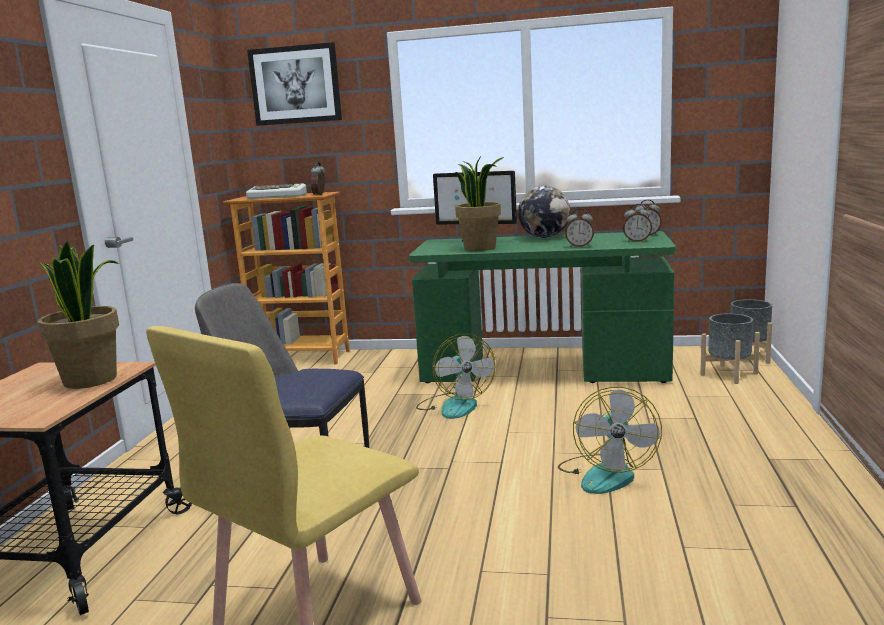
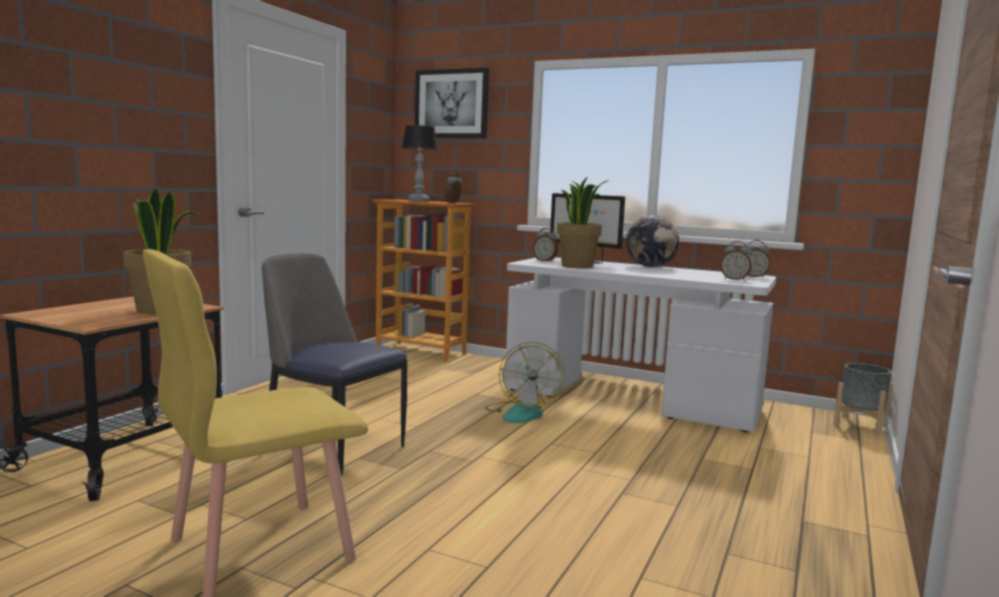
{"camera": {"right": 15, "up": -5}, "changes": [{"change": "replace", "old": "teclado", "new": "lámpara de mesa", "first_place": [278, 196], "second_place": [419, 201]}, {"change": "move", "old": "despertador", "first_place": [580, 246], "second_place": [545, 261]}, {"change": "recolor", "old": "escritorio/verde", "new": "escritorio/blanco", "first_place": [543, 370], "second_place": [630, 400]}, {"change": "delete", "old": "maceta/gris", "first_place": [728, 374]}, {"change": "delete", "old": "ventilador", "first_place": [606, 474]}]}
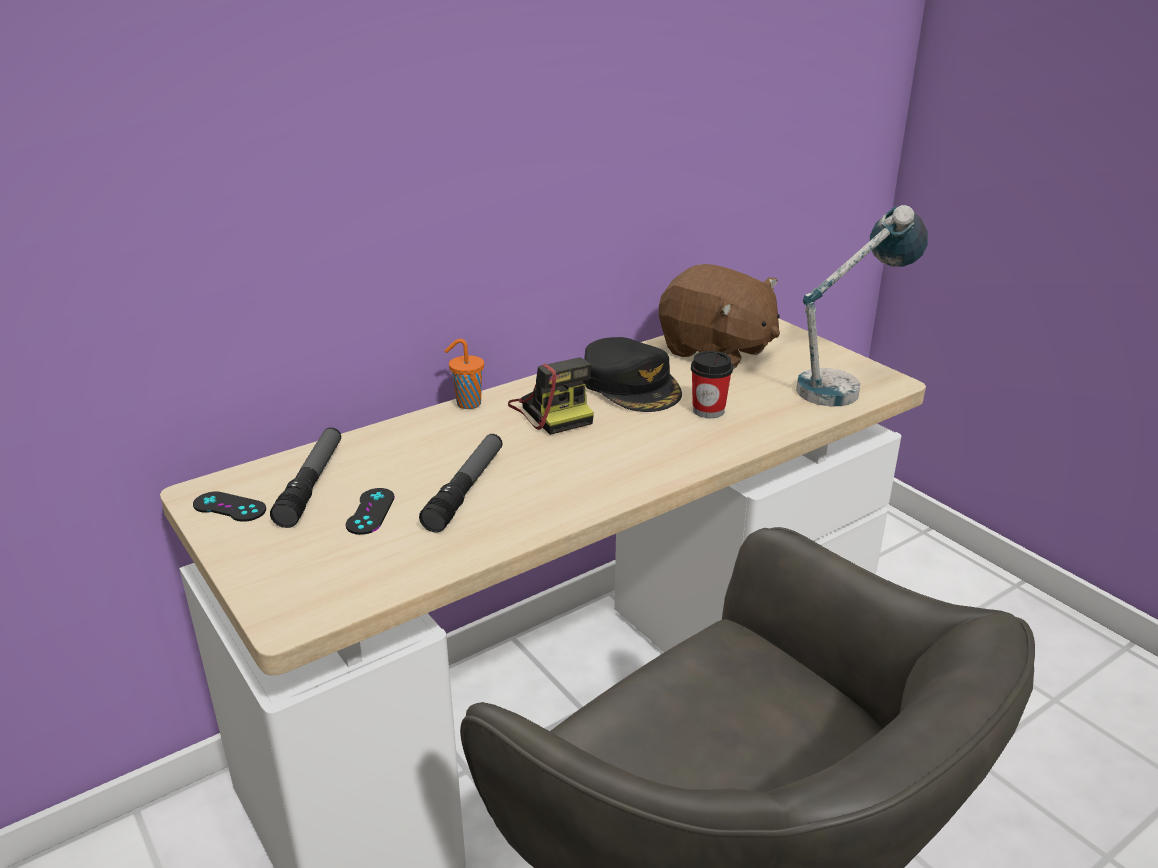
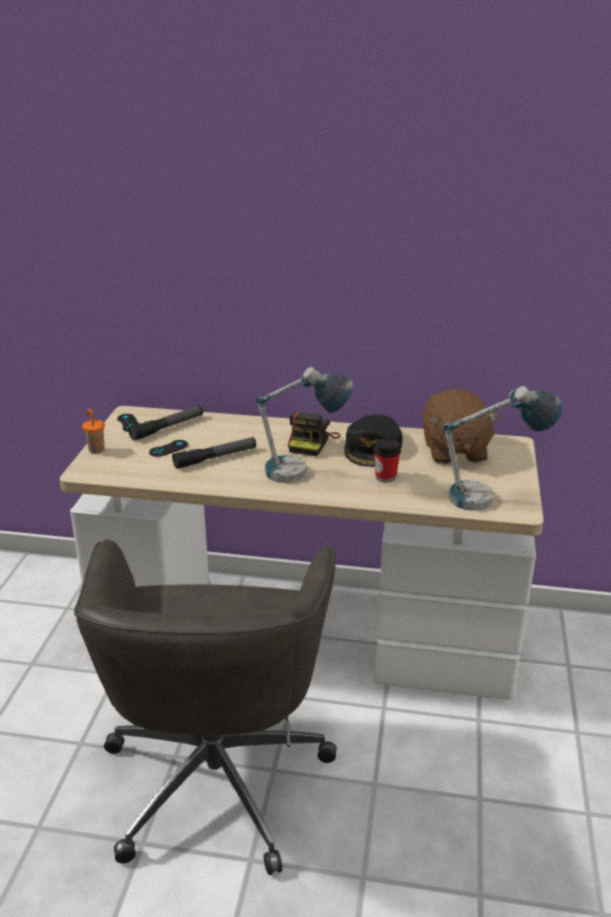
{"camera": {"right": 45, "up": 0}, "changes": [{"change": "move", "old": "taza/naranja", "first_place": [467, 404], "second_place": [96, 449]}, {"change": "insert", "new": "lámpara de mesa", "second_place": [302, 476]}]}
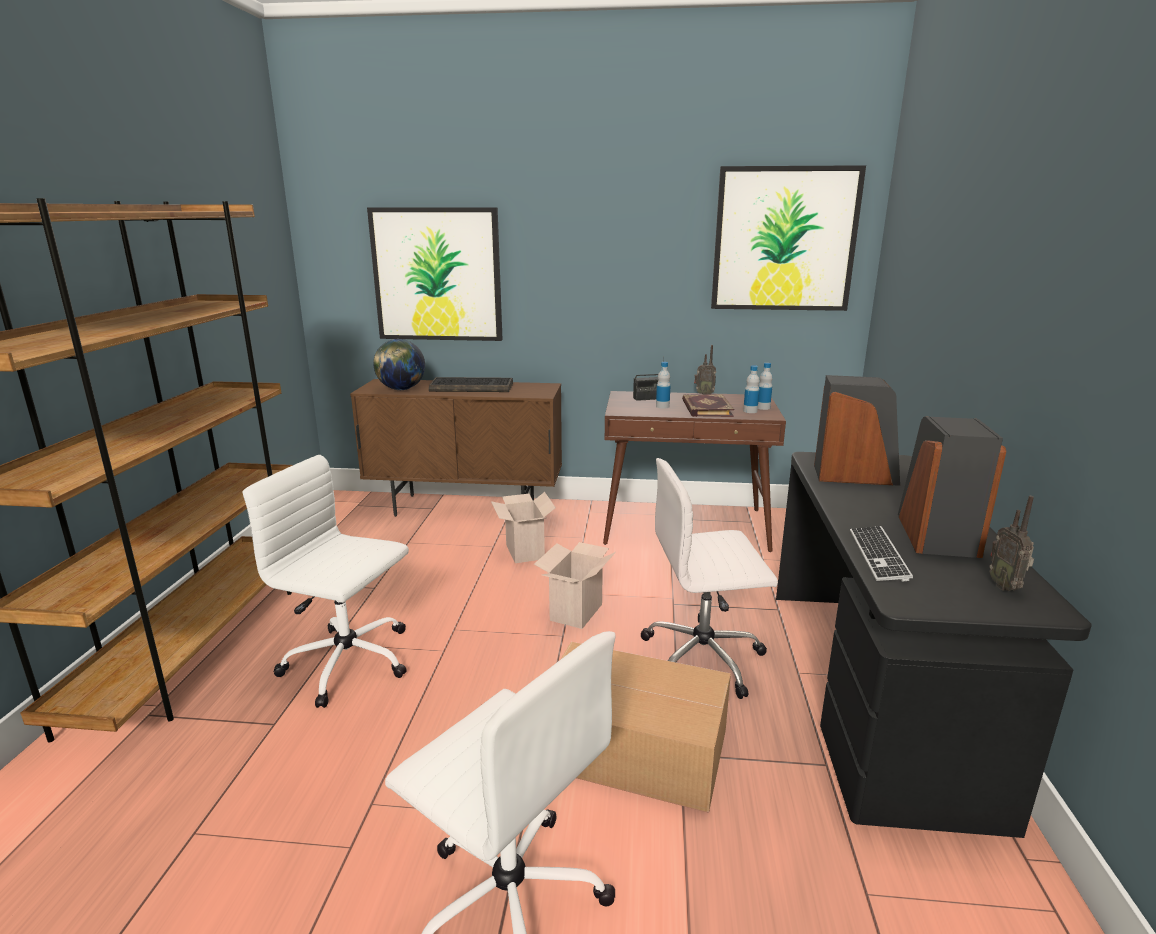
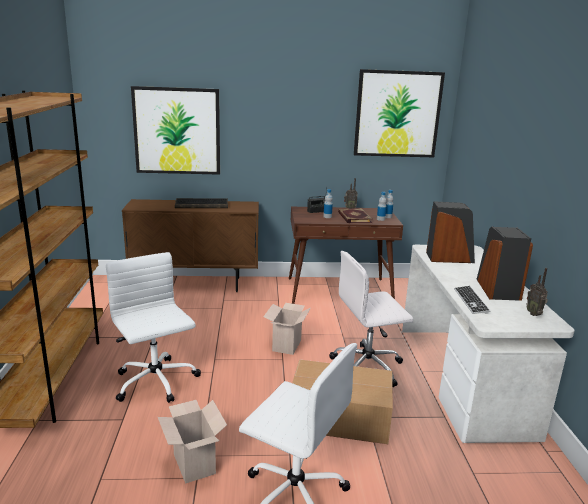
{"camera": {"right": -10, "up": 0}, "changes": [{"change": "delete", "old": "globo terráqueo", "first_place": [401, 389]}, {"change": "recolor", "old": "escritorio/negro", "new": "escritorio/blanco", "first_place": [873, 688], "second_place": [463, 377]}, {"change": "rotate", "old": "silla de oficina/blanco", "first_place": [350, 663], "second_place": [156, 382], "degrees": 45}, {"change": "move", "old": "caja de cartón", "first_place": [523, 551], "second_place": [192, 463]}]}
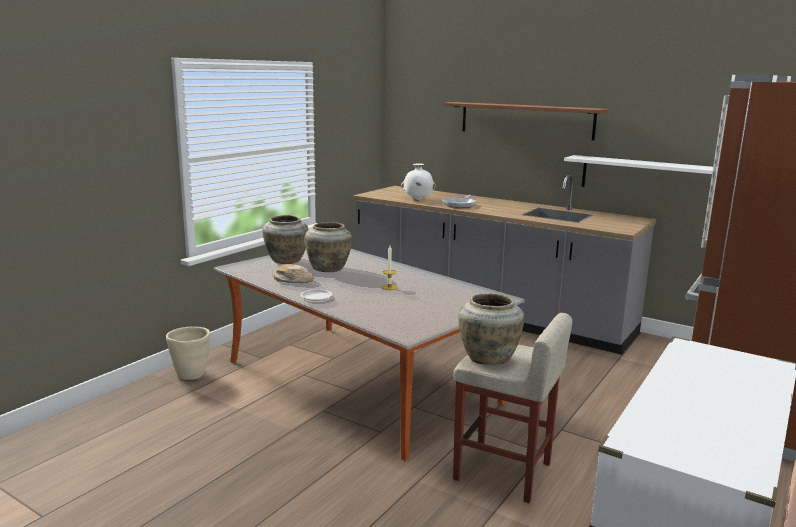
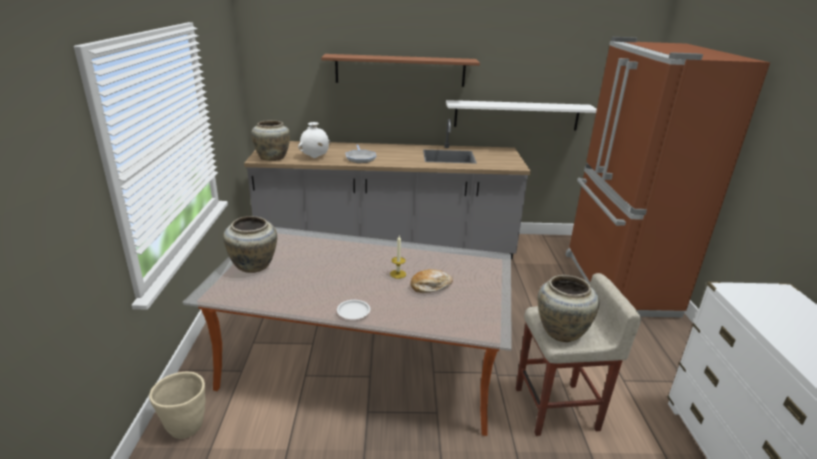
{"camera": {"right": -35, "up": 10}, "changes": [{"change": "move", "old": "florero/beis", "first_place": [329, 269], "second_place": [273, 158]}, {"change": "move", "old": "pan", "first_place": [293, 280], "second_place": [430, 286]}]}
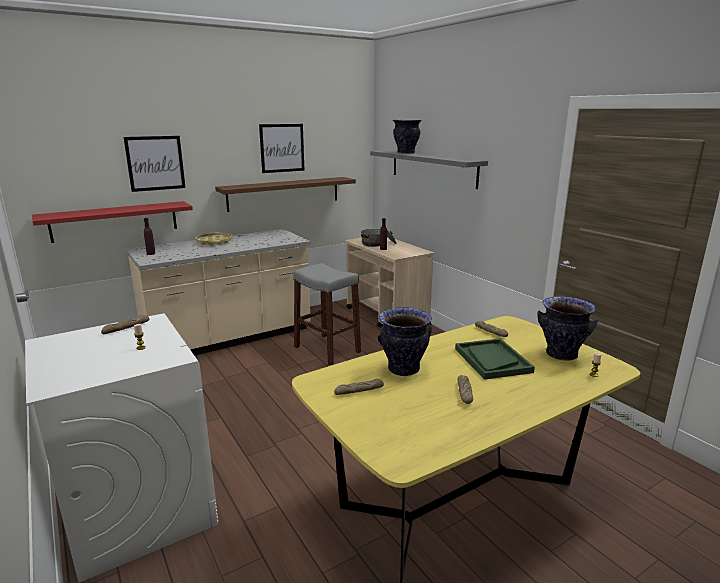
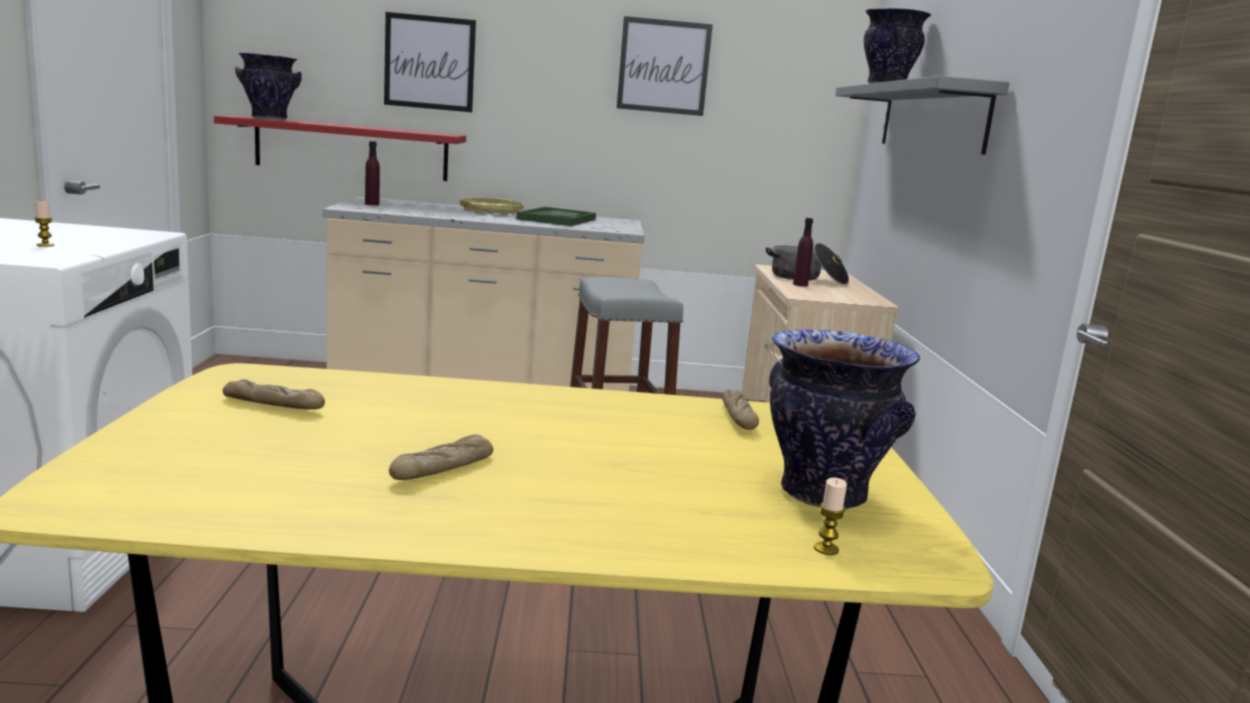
{"camera": {"right": 30, "up": -5}, "changes": [{"change": "delete", "old": "estante/marrón", "first_place": [284, 193]}, {"change": "move", "old": "florero", "first_place": [403, 369], "second_place": [269, 118]}, {"change": "delete", "old": "pan", "first_place": [126, 328]}, {"change": "move", "old": "bandeja/verde", "first_place": [492, 360], "second_place": [557, 219]}]}
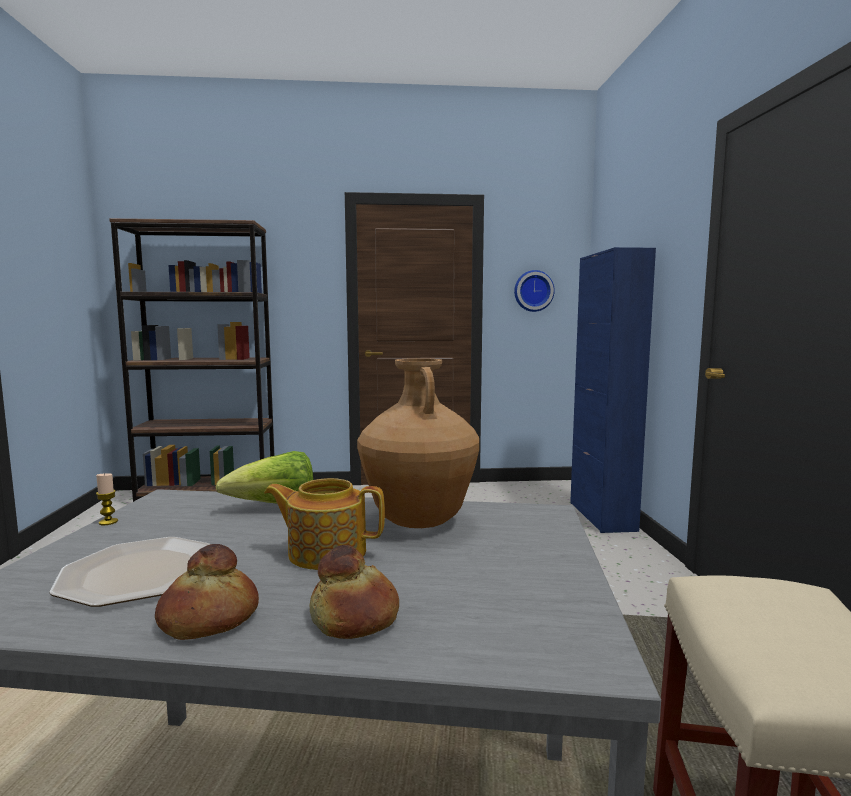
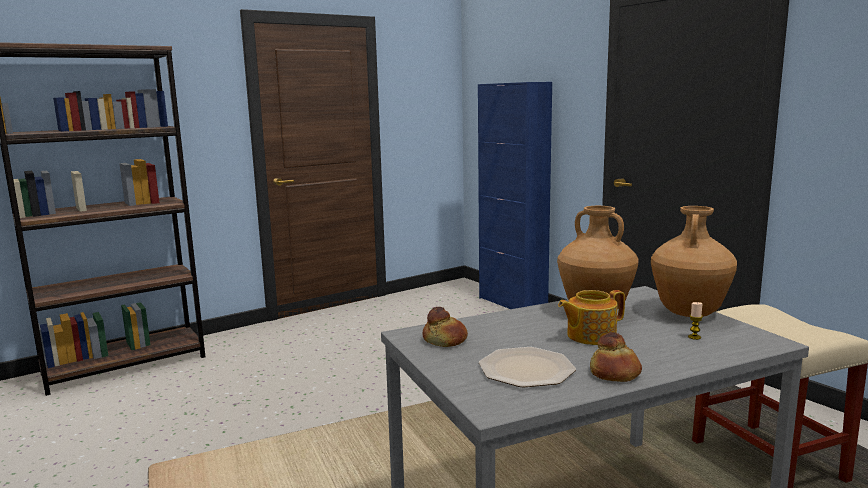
{"camera": {"right": -30, "up": 5}, "changes": [{"change": "delete", "old": "reloj de pared", "first_place": [533, 291]}, {"change": "delete", "old": "lechuga", "first_place": [275, 507]}, {"change": "move", "old": "vela", "first_place": [108, 522], "second_place": [694, 337]}, {"change": "move", "old": "pan", "first_place": [356, 616], "second_place": [445, 340]}, {"change": "insert", "new": "florero/marrón", "second_place": [689, 314]}]}
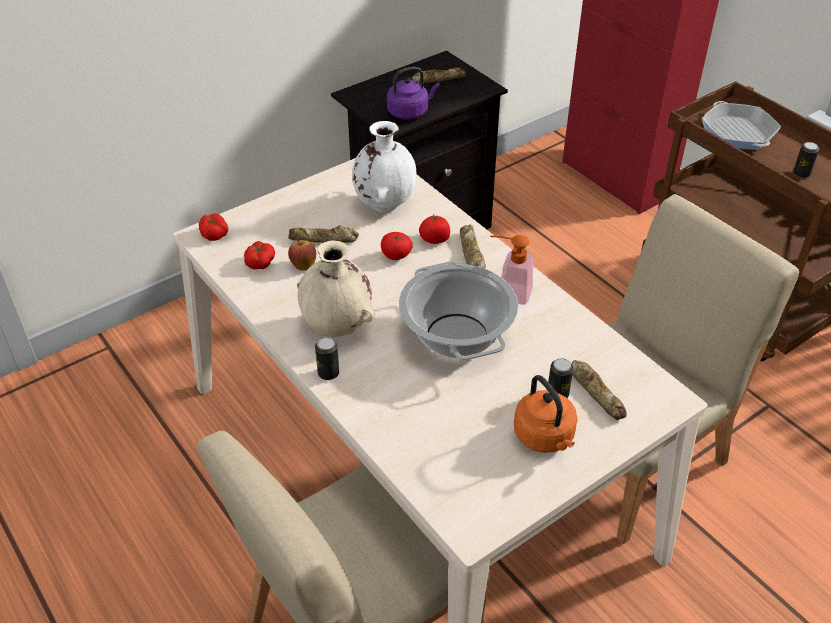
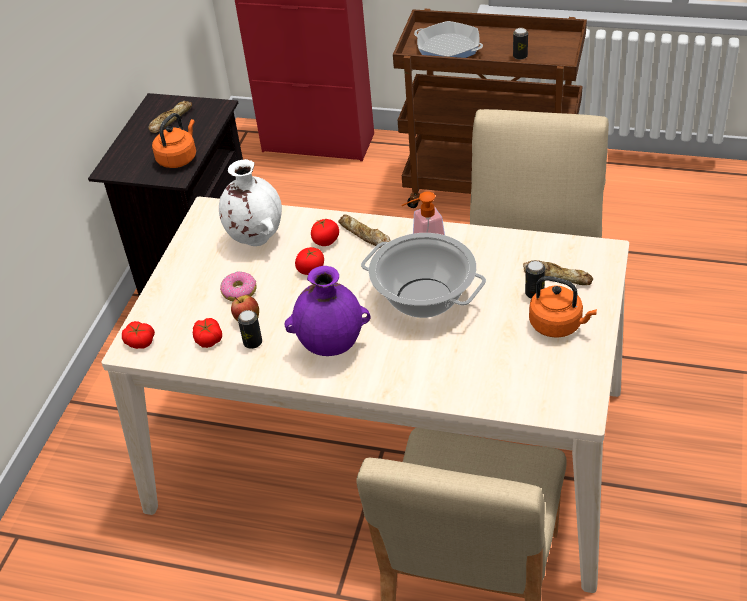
{"camera": {"right": -35, "up": 0}, "changes": [{"change": "recolor", "old": "hervidor/morado", "new": "hervidor/naranja", "first_place": [410, 112], "second_place": [178, 158]}, {"change": "replace", "old": "pan", "new": "rosquilla", "first_place": [324, 239], "second_place": [239, 291]}, {"change": "recolor", "old": "florero/beis", "new": "florero/morado", "first_place": [338, 328], "second_place": [331, 347]}, {"change": "move", "old": "lata", "first_place": [328, 373], "second_place": [253, 342]}]}
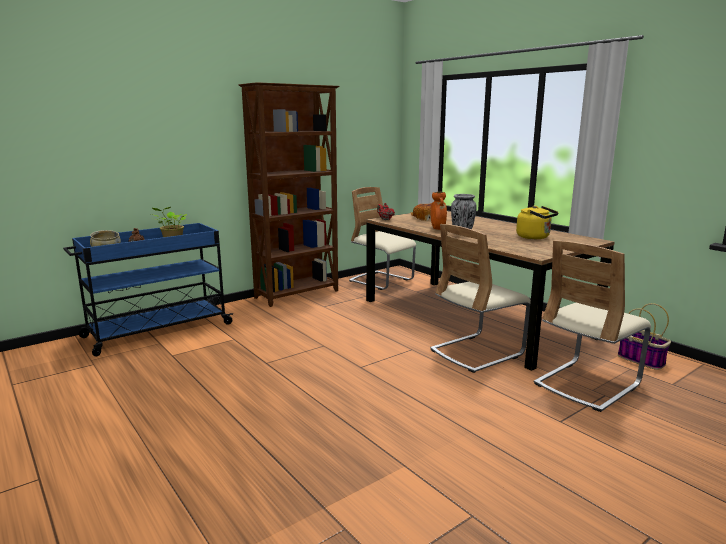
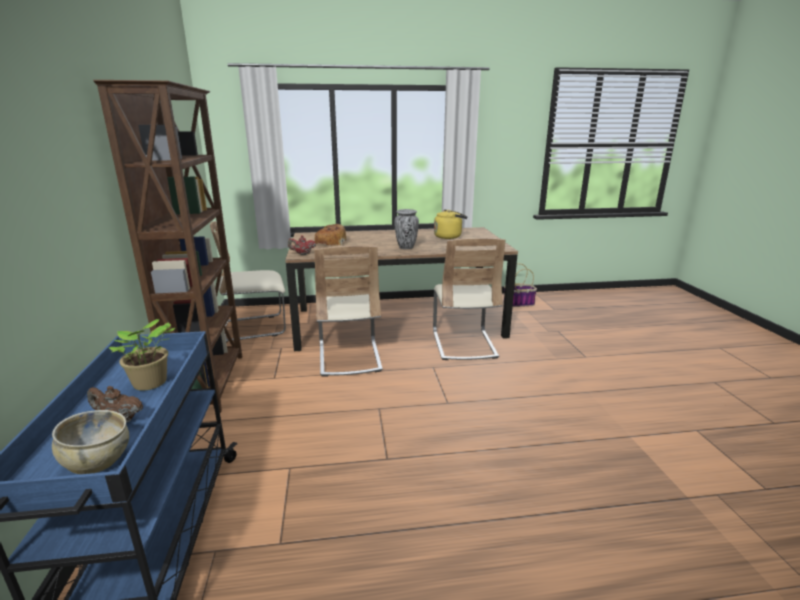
{"camera": {"right": -60, "up": 5}, "changes": [{"change": "delete", "old": "florero/naranja", "first_place": [438, 229]}, {"change": "move", "old": "silla/beis", "first_place": [586, 384], "second_place": [349, 357]}]}
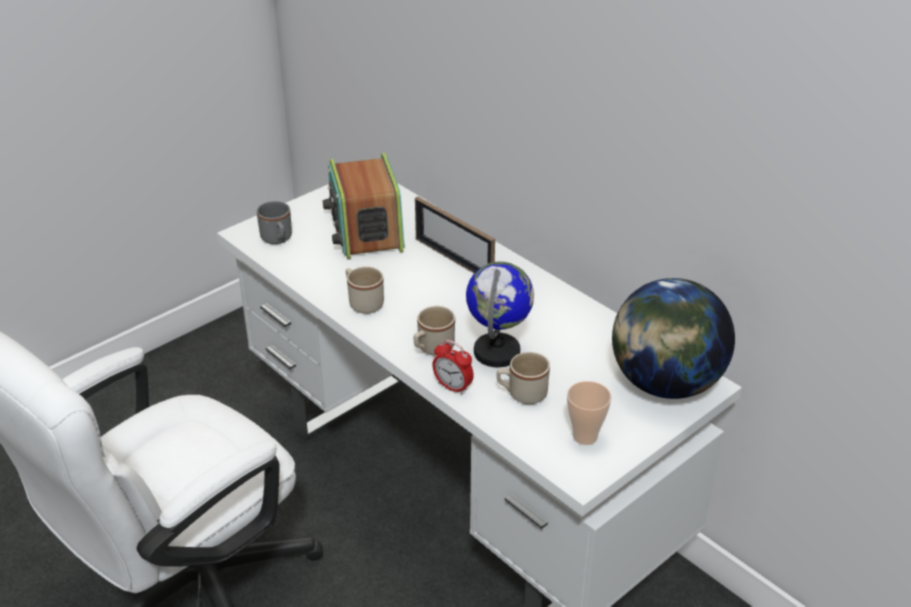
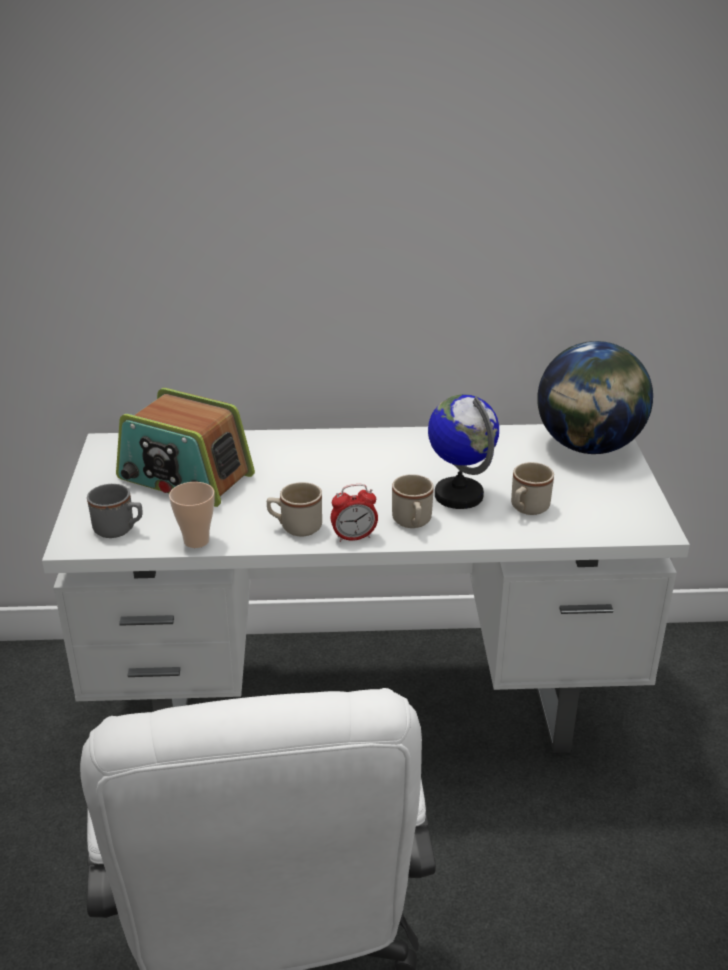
{"camera": {"right": -50, "up": -5}, "changes": [{"change": "delete", "old": "portarretratos", "first_place": [454, 260]}, {"change": "move", "old": "despertador", "first_place": [453, 387], "second_place": [354, 537]}, {"change": "move", "old": "taza", "first_place": [585, 436], "second_place": [196, 541]}]}
